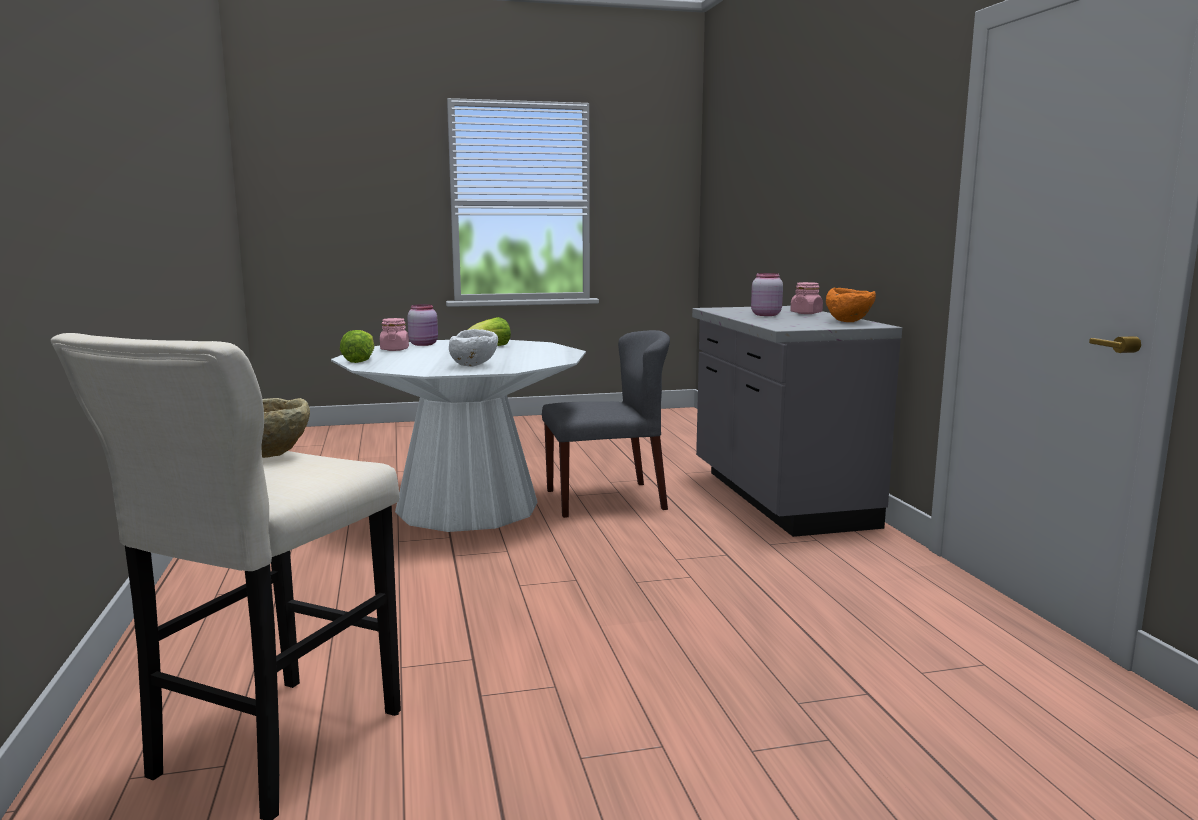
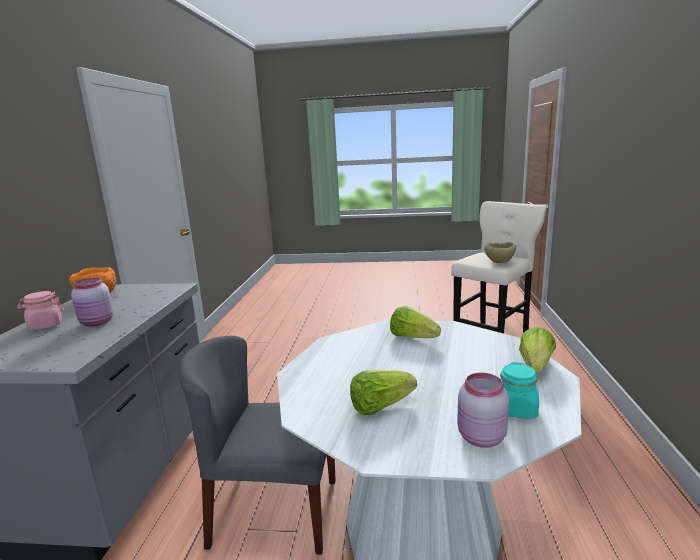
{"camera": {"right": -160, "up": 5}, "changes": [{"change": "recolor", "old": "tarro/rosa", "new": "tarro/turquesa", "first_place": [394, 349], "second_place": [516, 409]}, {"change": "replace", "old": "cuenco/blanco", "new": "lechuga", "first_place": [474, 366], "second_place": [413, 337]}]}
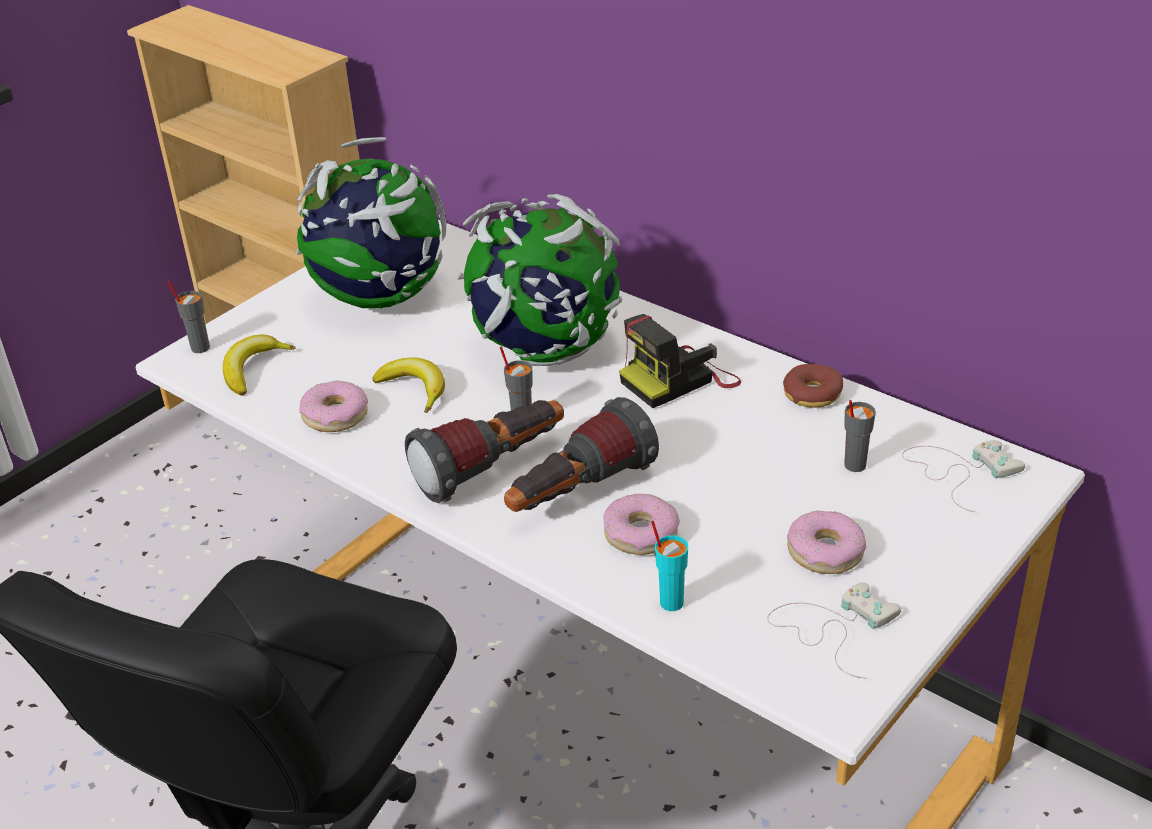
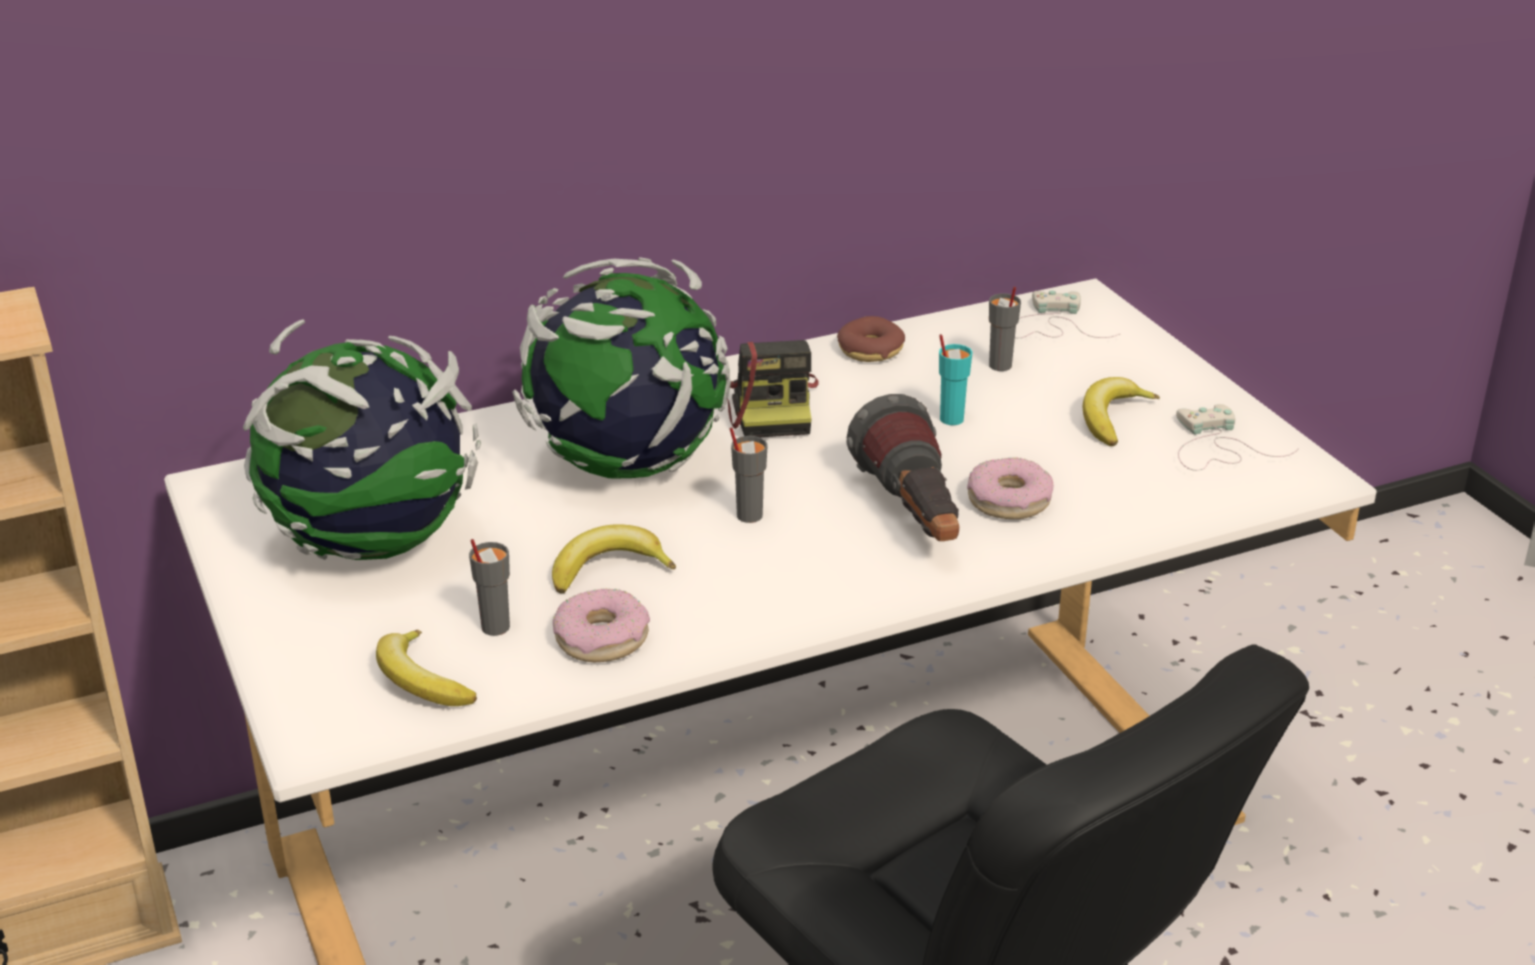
{"camera": {"right": -65, "up": -5}, "changes": [{"change": "move", "old": "taza/gris", "first_place": [200, 347], "second_place": [494, 627]}, {"change": "delete", "old": "linterna", "first_place": [492, 469]}, {"change": "replace", "old": "rosquilla", "new": "plátano", "first_place": [825, 552], "second_place": [1112, 418]}, {"change": "move", "old": "taza/turquesa", "first_place": [671, 602], "second_place": [950, 419]}]}
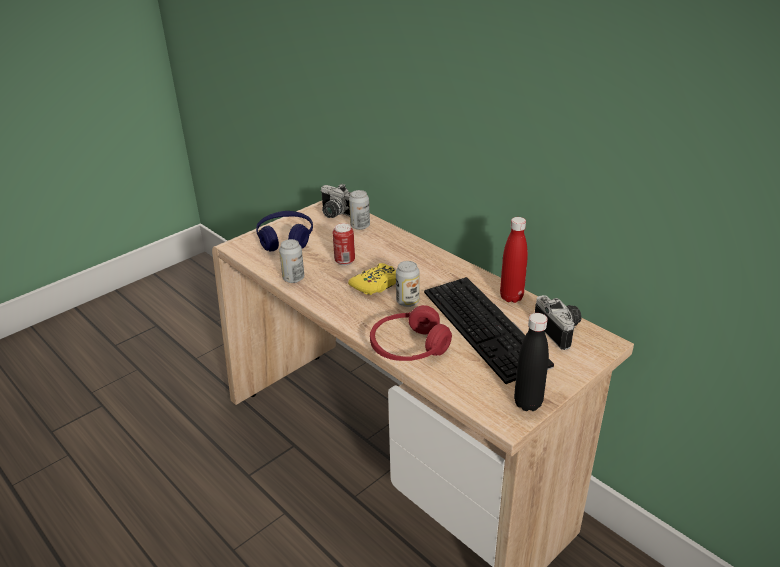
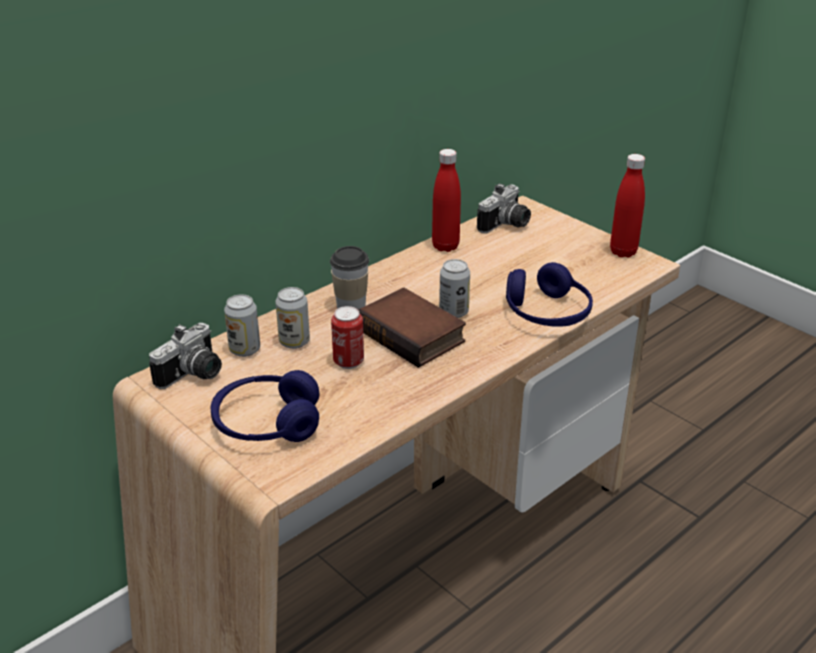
{"camera": {"right": -90, "up": 0}, "changes": [{"change": "move", "old": "lata", "first_place": [293, 278], "second_place": [294, 342]}, {"change": "replace", "old": "mando de consola/amarillo", "new": "libro", "first_place": [376, 285], "second_place": [413, 335]}, {"change": "delete", "old": "teclado", "first_place": [487, 328]}, {"change": "rotate", "old": "cámara", "first_place": [561, 330], "second_place": [506, 225], "degrees": 150}, {"change": "recolor", "old": "auriculares/rojo", "new": "auriculares/azul", "first_place": [409, 347], "second_place": [547, 313]}, {"change": "recolor", "old": "botella/negro", "new": "botella/rojo", "first_place": [528, 403], "second_place": [623, 252]}, {"change": "insert", "new": "taza", "second_place": [351, 306]}]}
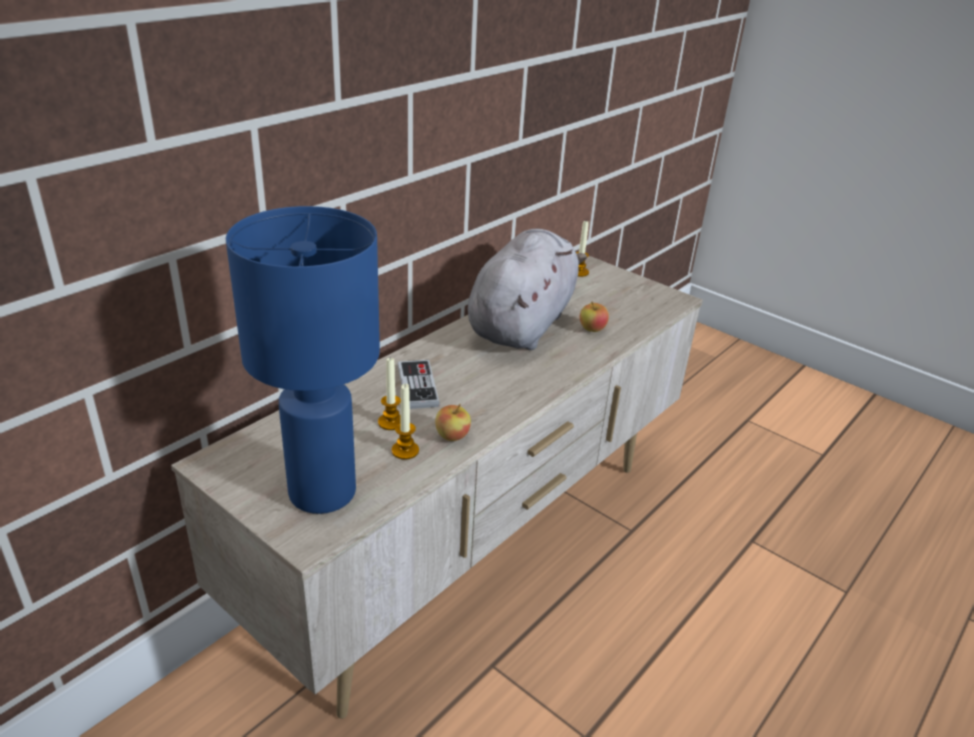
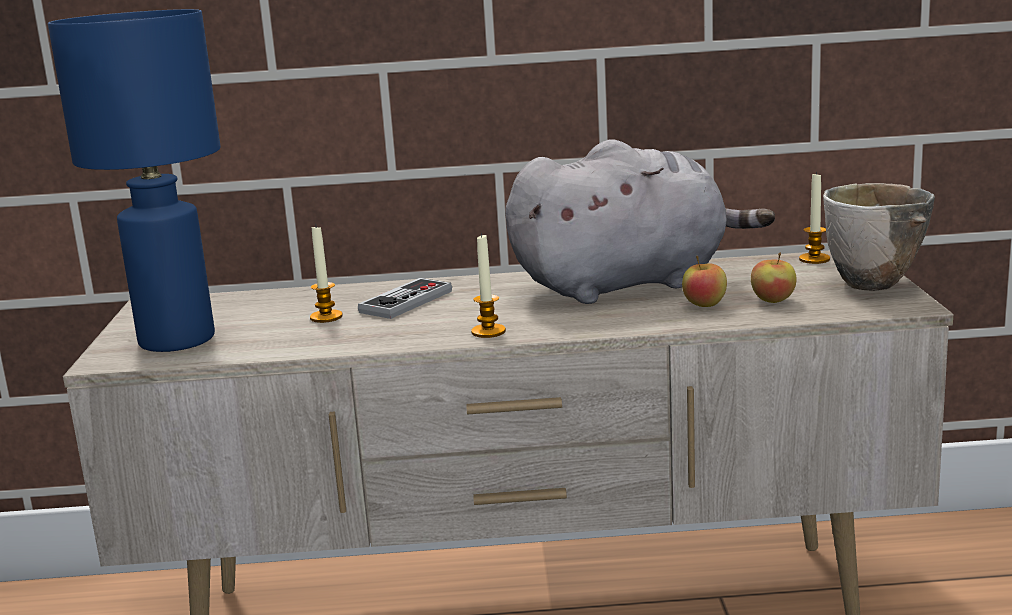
{"camera": {"right": 50, "up": -15}, "changes": [{"change": "move", "old": "vela", "first_place": [405, 451], "second_place": [488, 332]}, {"change": "move", "old": "manzana", "first_place": [452, 436], "second_place": [773, 300]}, {"change": "insert", "new": "cuenco", "second_place": [875, 285]}]}
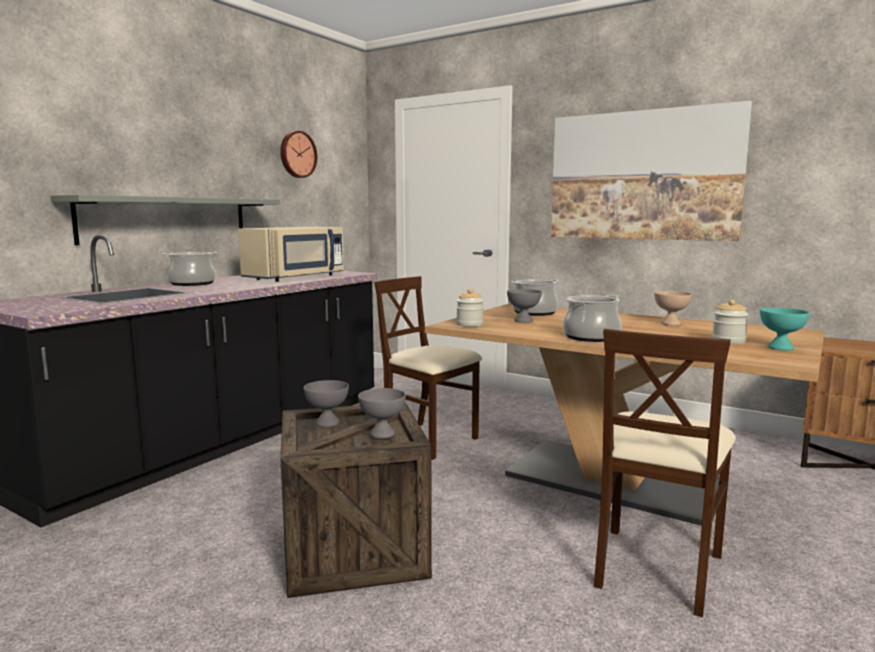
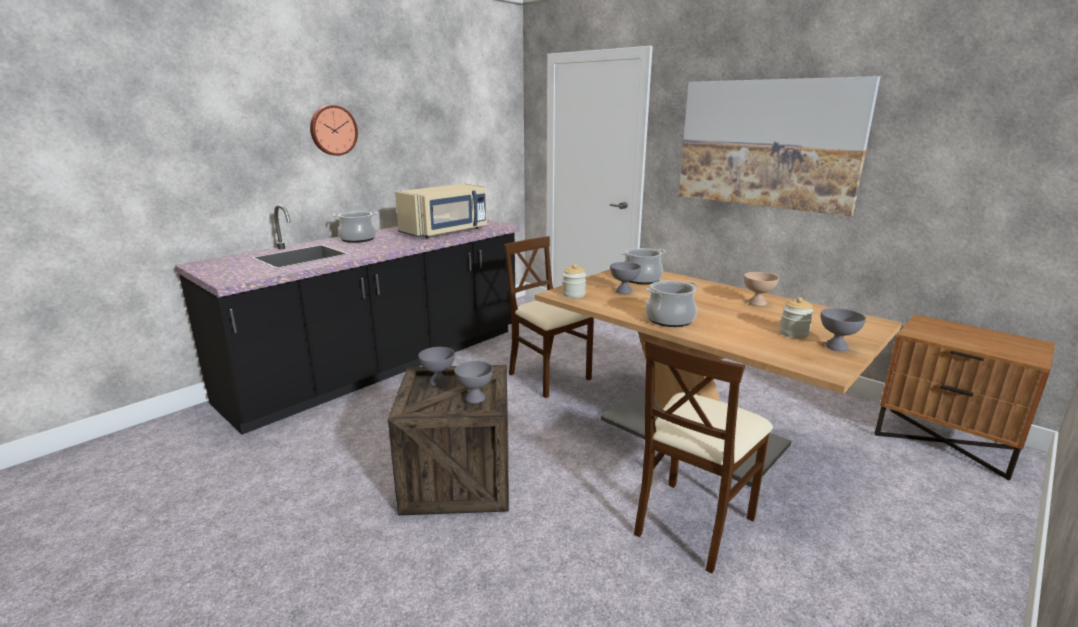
{"camera": {"right": 10, "up": 10}, "changes": [{"change": "move", "old": "reloj de pared", "first_place": [297, 154], "second_place": [333, 130]}, {"change": "delete", "old": "estante/gris", "first_place": [167, 219]}, {"change": "recolor", "old": "cuenco/turquesa", "new": "cuenco/gris", "first_place": [781, 348], "second_place": [837, 347]}]}
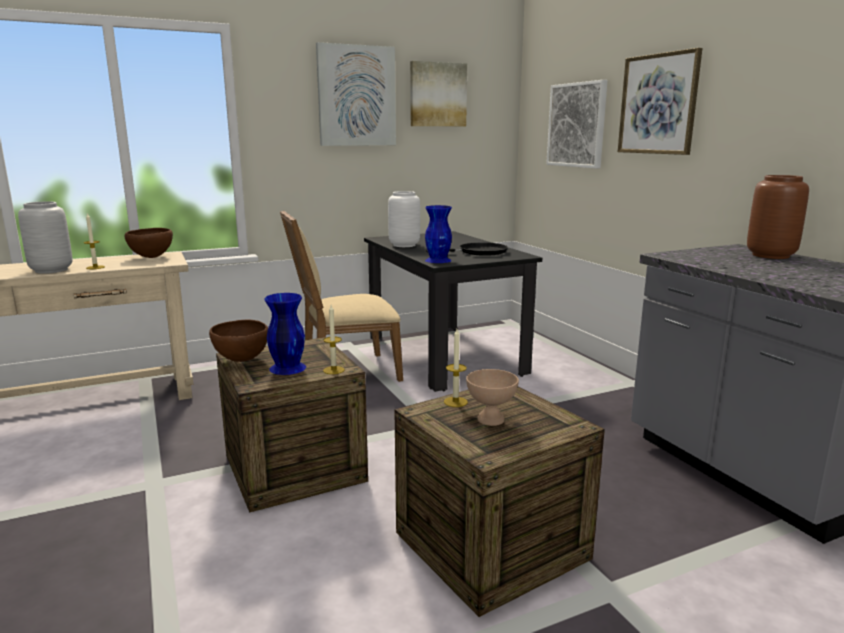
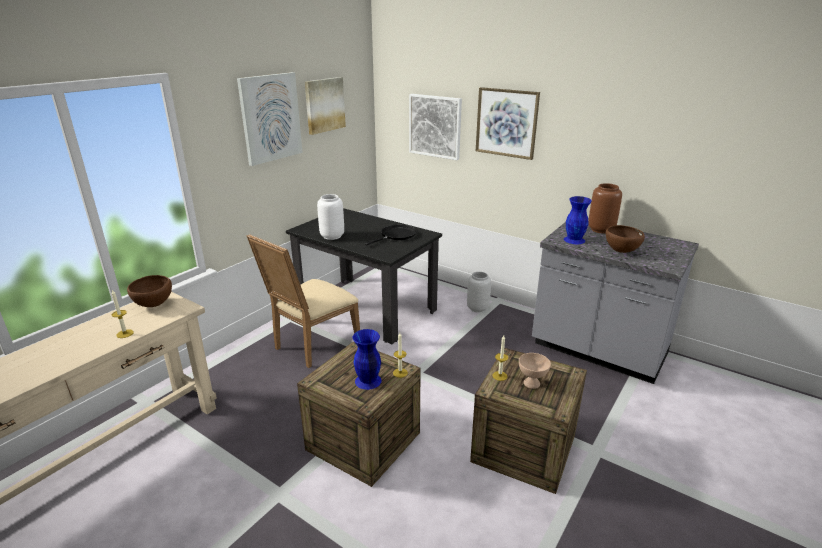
{"camera": {"right": -30, "up": 10}, "changes": [{"change": "move", "old": "florero/gris", "first_place": [52, 270], "second_place": [477, 308]}, {"change": "move", "old": "florero/azul", "first_place": [438, 260], "second_place": [574, 240]}, {"change": "move", "old": "cuenco/marrón", "first_place": [241, 361], "second_place": [621, 251]}]}
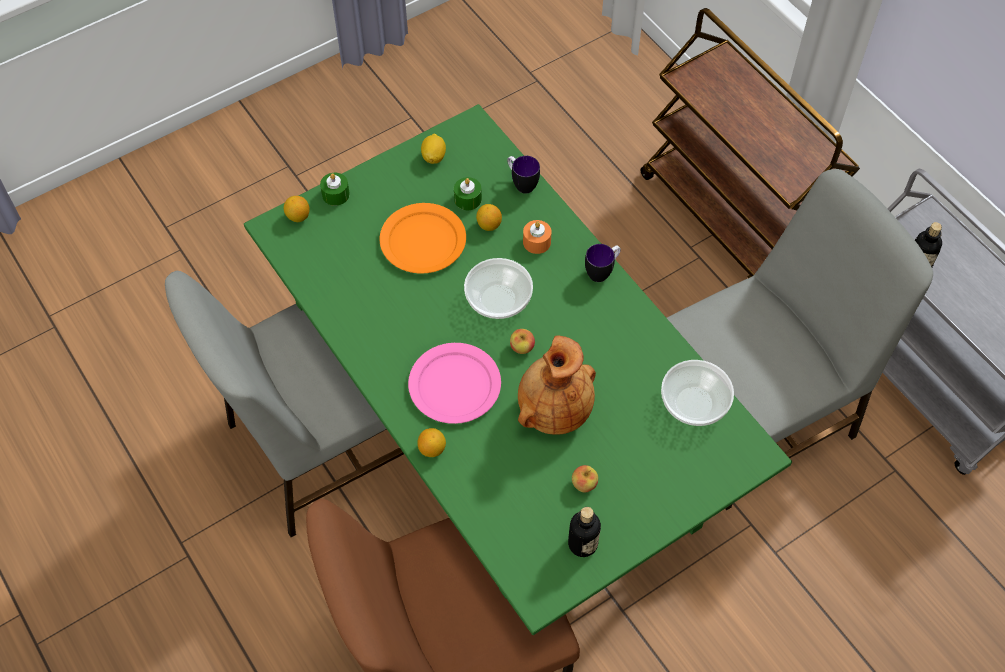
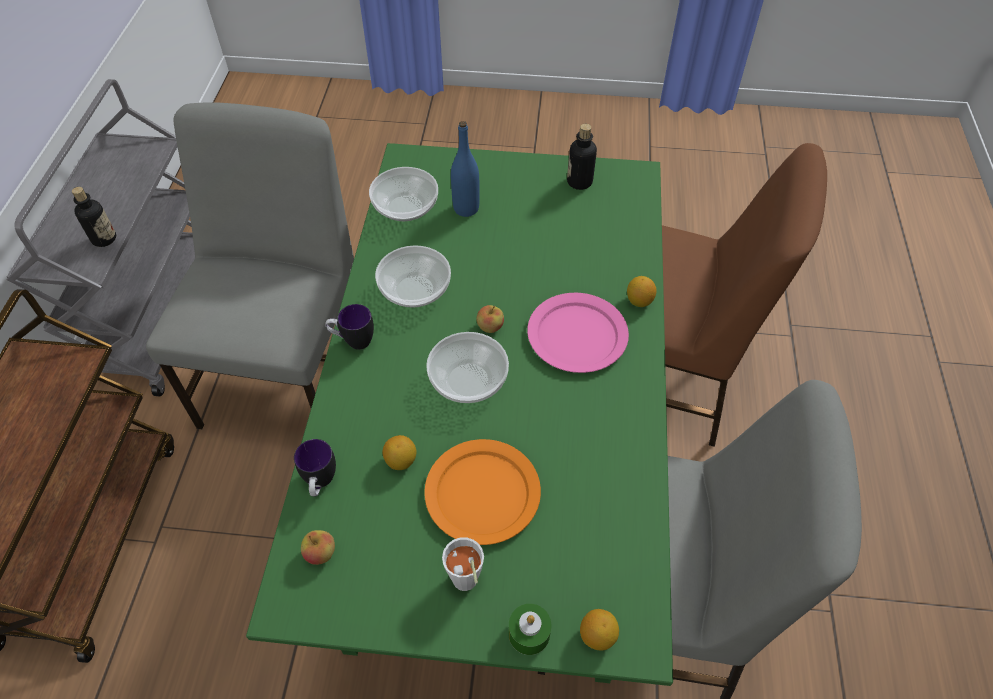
{"camera": {"right": -140, "up": -5}, "changes": [{"change": "delete", "old": "limón", "first_place": [433, 156]}, {"change": "rotate", "old": "silla/gris", "first_place": [754, 417], "second_place": [291, 373], "degrees": 90}, {"change": "delete", "old": "vela/verde", "first_place": [468, 199]}, {"change": "delete", "old": "vela/naranja", "first_place": [536, 242]}, {"change": "delete", "old": "florero/marrón", "first_place": [553, 410]}, {"change": "move", "old": "manzana", "first_place": [584, 484], "second_place": [320, 553]}, {"change": "insert", "new": "botella/azul", "second_place": [466, 208]}, {"change": "insert", "new": "cuenco", "second_place": [415, 291]}, {"change": "insert", "new": "taza/blanco", "second_place": [466, 584]}]}
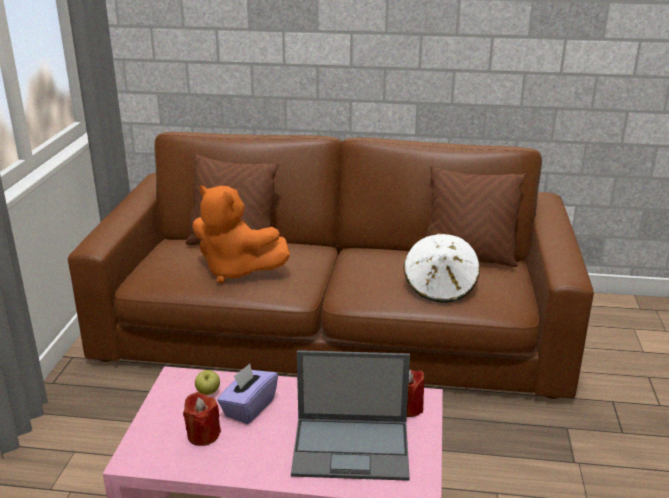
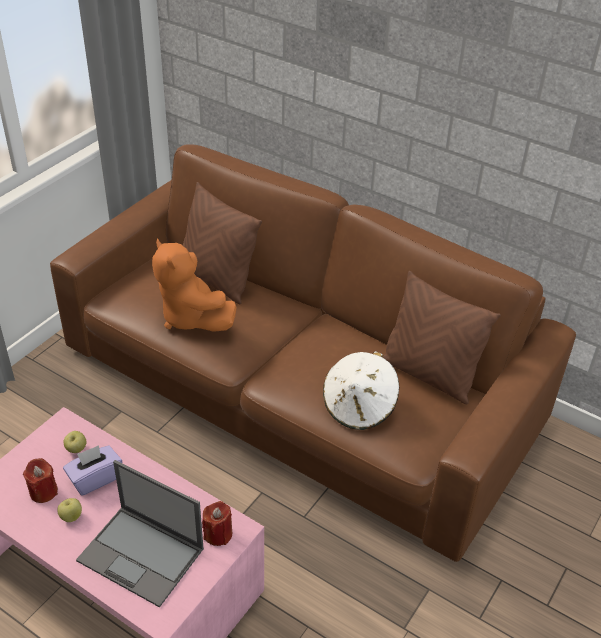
{"camera": {"right": 25, "up": 15}, "changes": [{"change": "insert", "new": "manzana", "second_place": [71, 517]}]}
